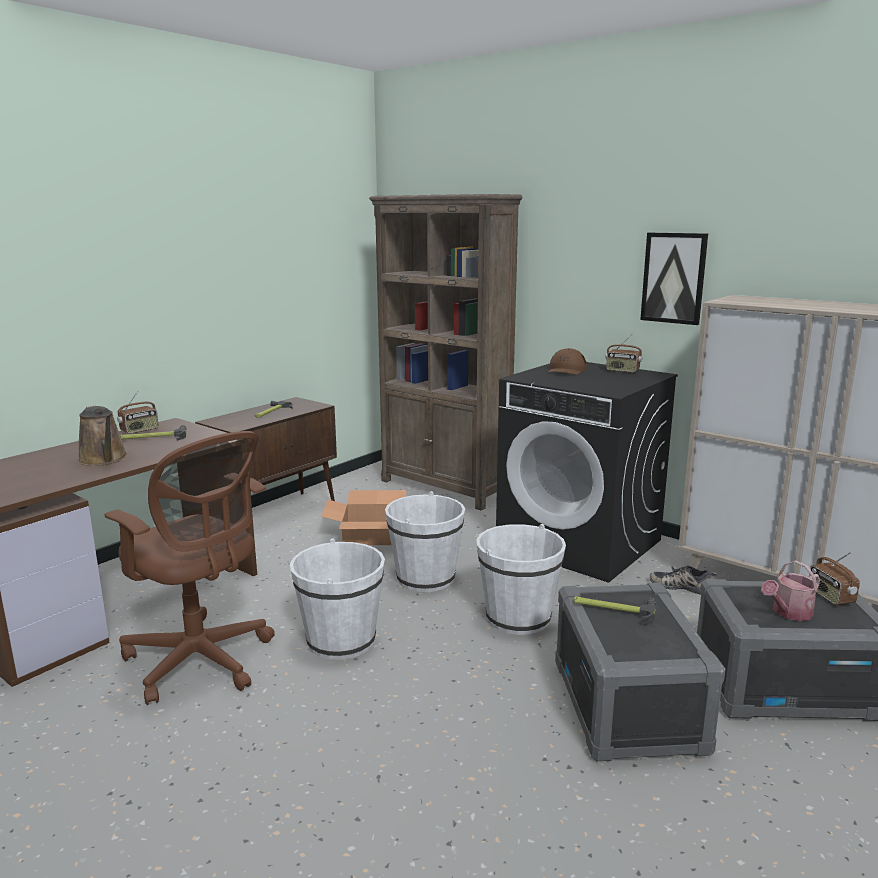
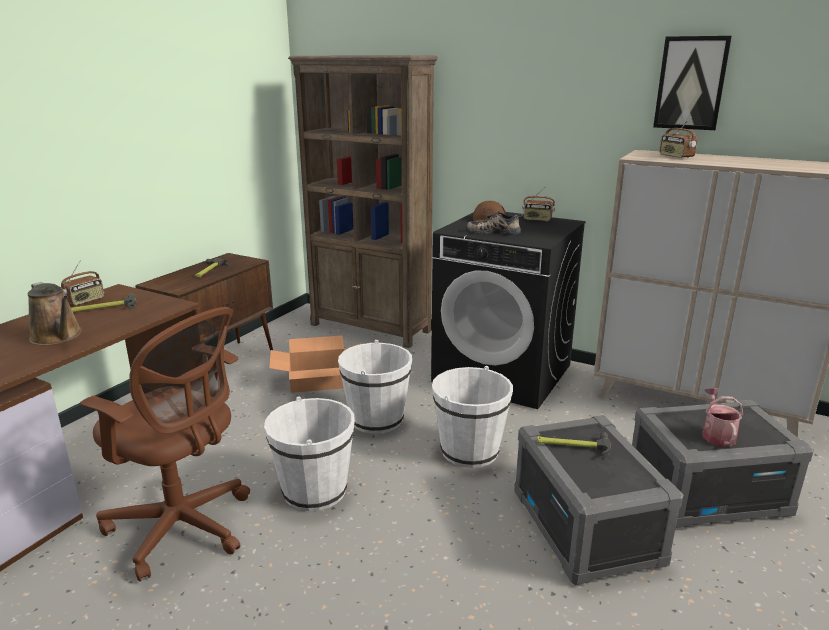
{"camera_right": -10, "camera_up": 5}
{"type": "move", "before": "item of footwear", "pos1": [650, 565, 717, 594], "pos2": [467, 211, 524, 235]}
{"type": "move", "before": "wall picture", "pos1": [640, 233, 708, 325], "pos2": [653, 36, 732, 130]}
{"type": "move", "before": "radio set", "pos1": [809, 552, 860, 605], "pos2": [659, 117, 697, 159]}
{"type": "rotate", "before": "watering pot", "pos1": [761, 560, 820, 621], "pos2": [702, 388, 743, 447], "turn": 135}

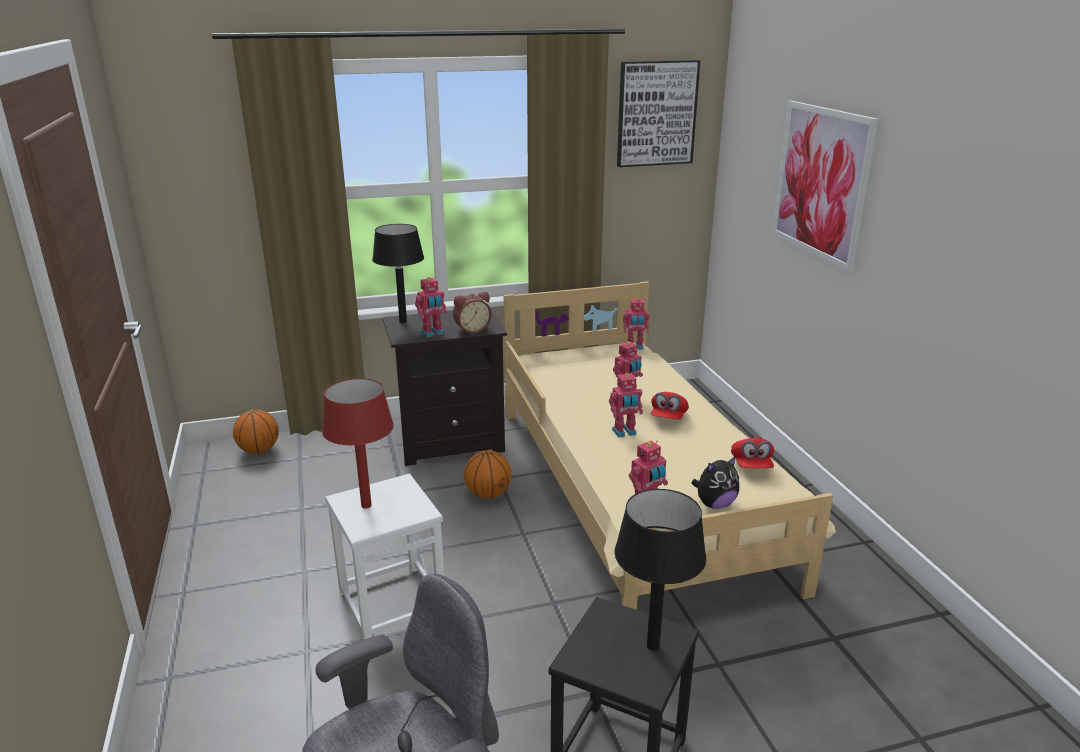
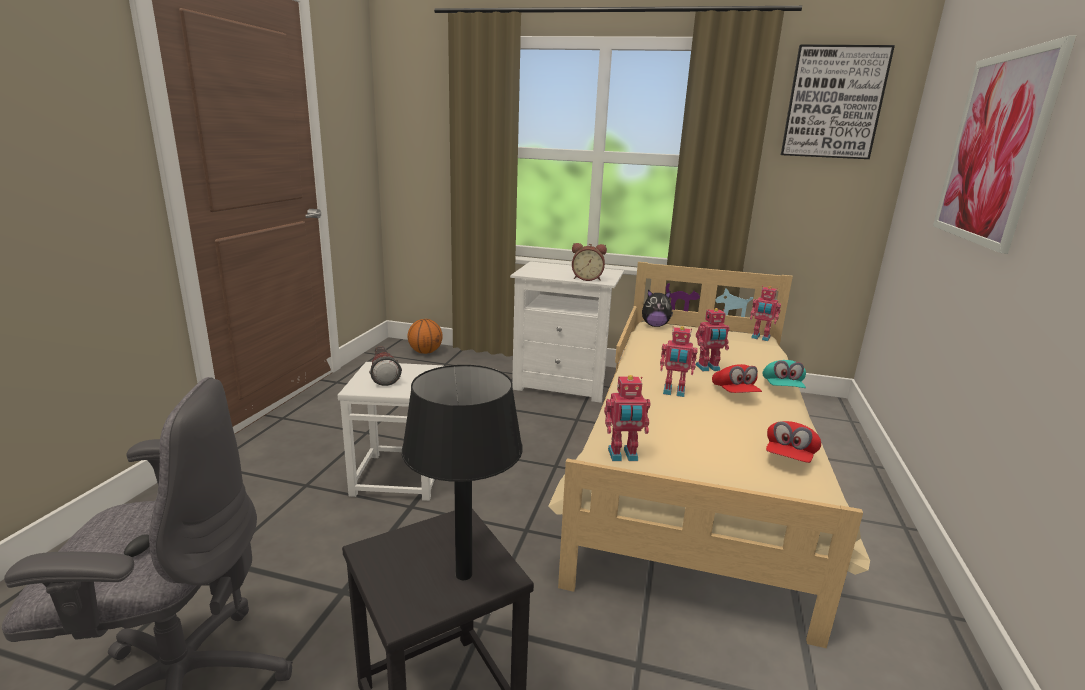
{"camera_right": 30, "camera_up": -5}
{"type": "replace", "before": "reddish table lamp", "after": "hand torch", "pos1": [322, 378, 394, 509], "pos2": [369, 347, 402, 386]}
{"type": "recolor", "before": "black bedside table", "after": "whitish bedside table", "pos1": [383, 308, 507, 466], "pos2": [510, 261, 624, 403]}
{"type": "move", "before": "plush toy", "pos1": [692, 456, 739, 509], "pos2": [642, 290, 673, 327]}
{"type": "rotate", "before": "reddish peaked cap", "pos1": [651, 392, 689, 420], "pos2": [712, 364, 762, 393], "turn": -60}
{"type": "insert", "after": "turquoise peaked cap", "pos2": [763, 360, 806, 388]}
{"type": "delete", "before": "black table lamp", "pos1": [372, 224, 424, 323]}
{"type": "delete", "before": "toy robot", "pos1": [415, 277, 447, 337]}
{"type": "delete", "before": "basketball ball", "pos1": [464, 450, 512, 499]}

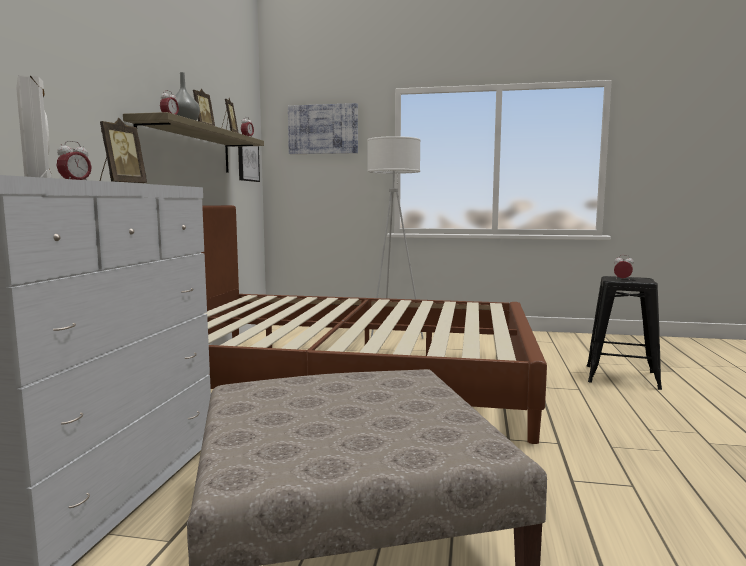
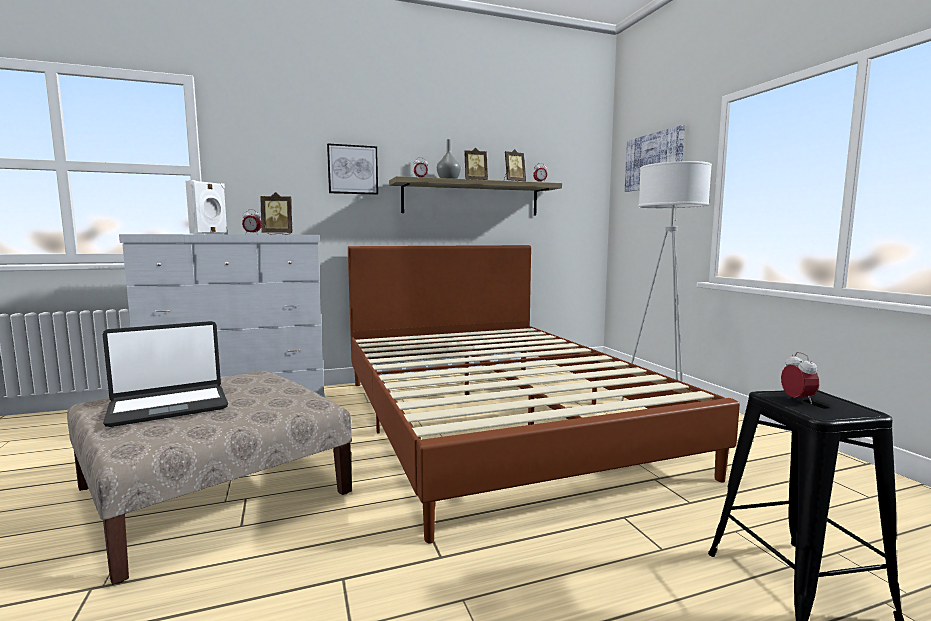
{"camera_right": 60, "camera_up": 0}
{"type": "insert", "after": "laptop", "pos2": [103, 321, 228, 427]}
{"type": "move", "before": "wall picture", "pos1": [238, 146, 260, 182], "pos2": [327, 143, 378, 195]}

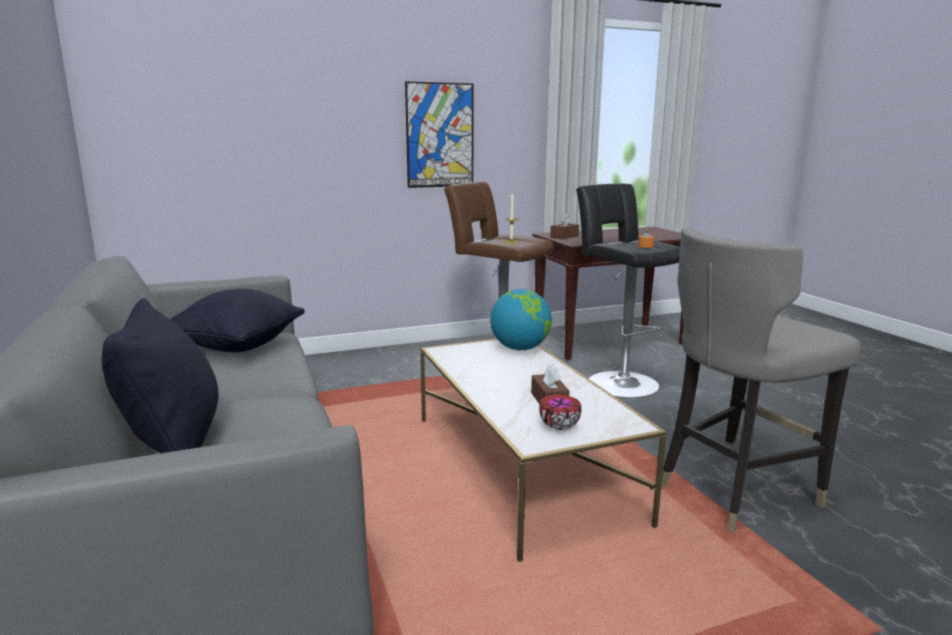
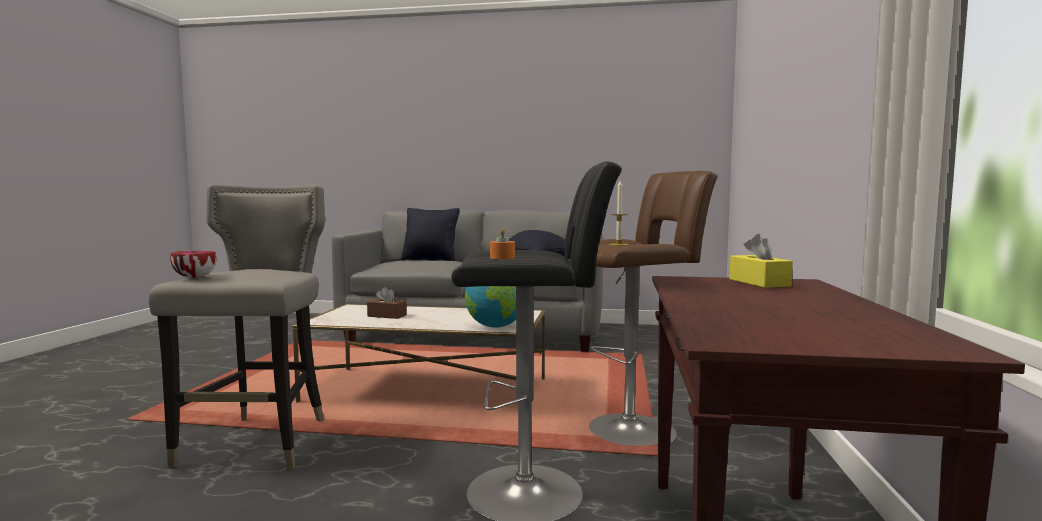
{"camera_right": 120, "camera_up": -10}
{"type": "move", "before": "deep dish", "pos1": [539, 395, 581, 430], "pos2": [170, 251, 217, 278]}
{"type": "recolor", "before": "brown tissue box", "after": "yellow-coloured tissue box", "pos1": [550, 213, 579, 239], "pos2": [730, 234, 793, 288]}
{"type": "delete", "before": "wall picture", "pos1": [405, 81, 474, 188]}

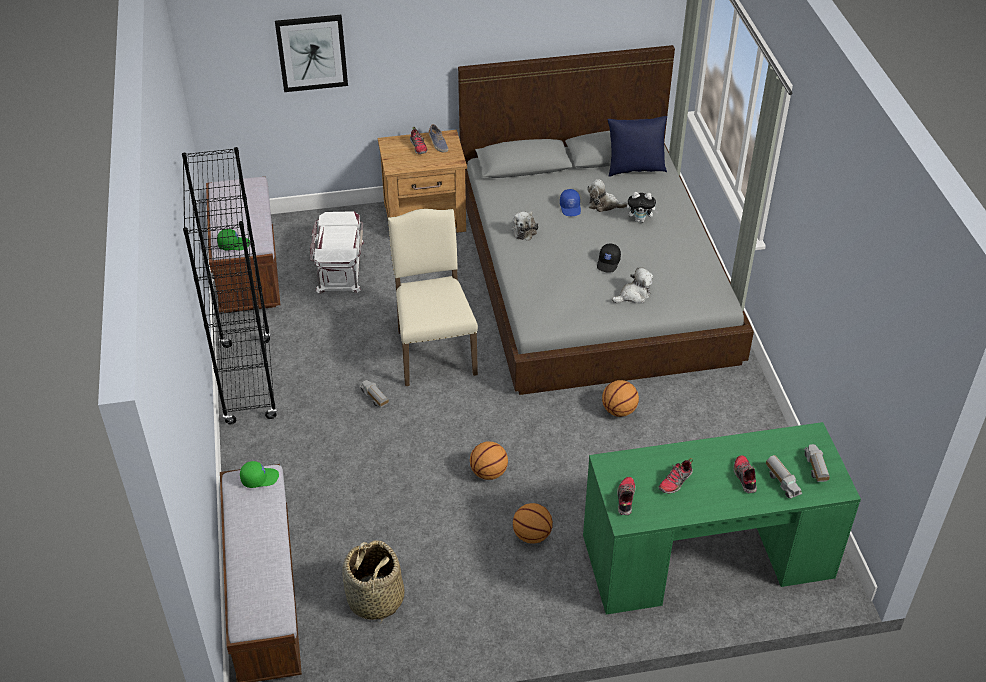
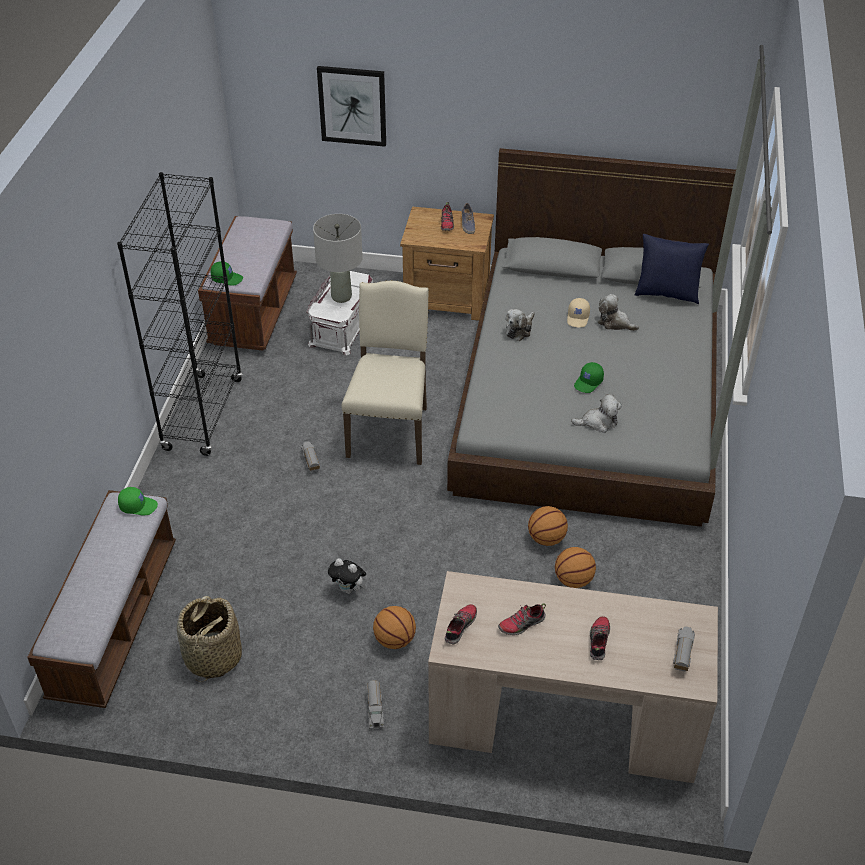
{"camera_right": 20, "camera_up": 0}
{"type": "insert", "after": "greyish table lamp", "pos2": [313, 214, 363, 303]}
{"type": "move", "before": "plush toy", "pos1": [627, 192, 659, 223], "pos2": [328, 559, 366, 594]}
{"type": "move", "before": "model truck", "pos1": [766, 455, 802, 499], "pos2": [367, 680, 384, 728]}
{"type": "recolor", "before": "green-coloured desk", "after": "beige-coloured desk", "pos1": [583, 422, 861, 615], "pos2": [428, 571, 718, 783]}
{"type": "move", "before": "basketball ball", "pos1": [470, 442, 508, 480], "pos2": [555, 547, 596, 588]}
{"type": "recolor", "before": "blue peaked cap", "after": "beige-coloured peaked cap", "pos1": [560, 189, 581, 216], "pos2": [567, 298, 590, 327]}
{"type": "recolor", "before": "black peaked cap", "after": "green-coloured peaked cap", "pos1": [597, 243, 621, 272], "pos2": [574, 362, 604, 393]}

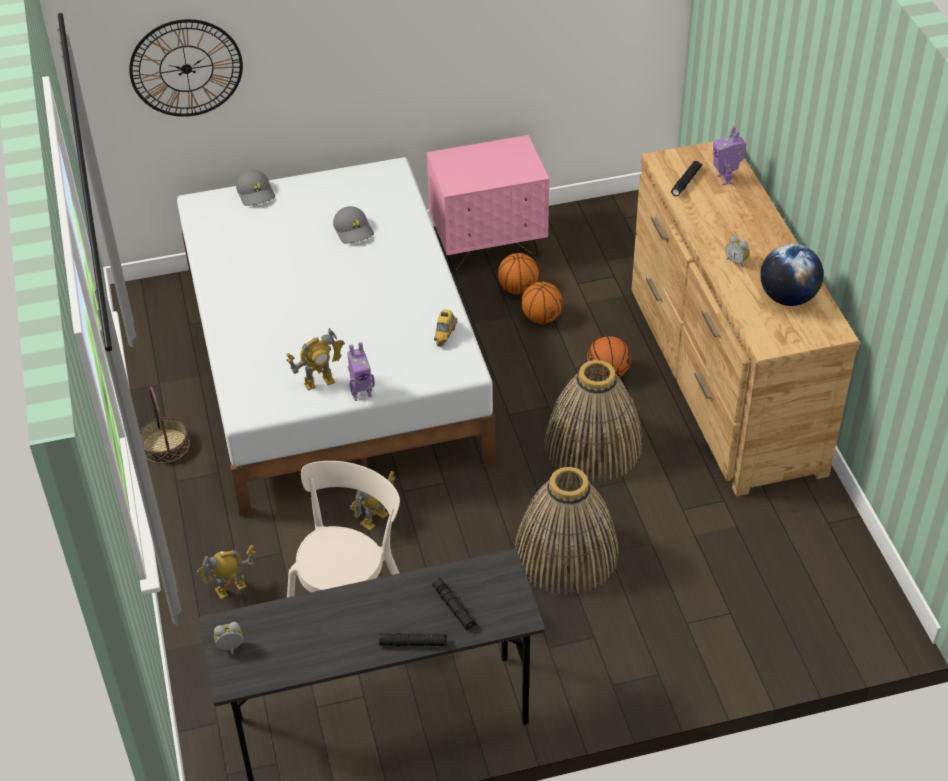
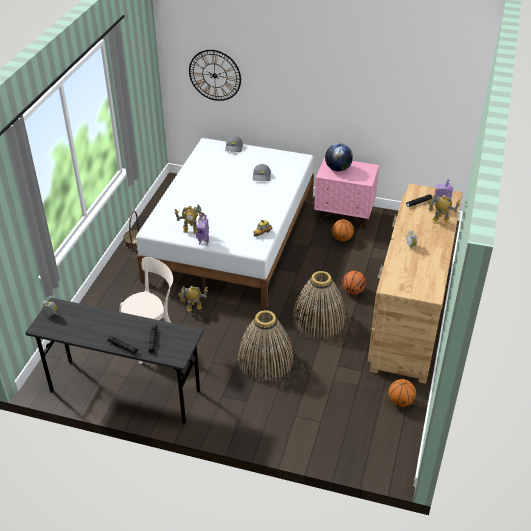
{"camera_right": 30, "camera_up": -5}
{"type": "move", "before": "desk globe", "pos1": [760, 244, 824, 306], "pos2": [325, 143, 353, 171]}
{"type": "move", "before": "basketball ball", "pos1": [521, 282, 563, 324], "pos2": [388, 379, 416, 407]}
{"type": "move", "before": "toy robot", "pos1": [196, 545, 256, 599], "pos2": [427, 193, 461, 224]}

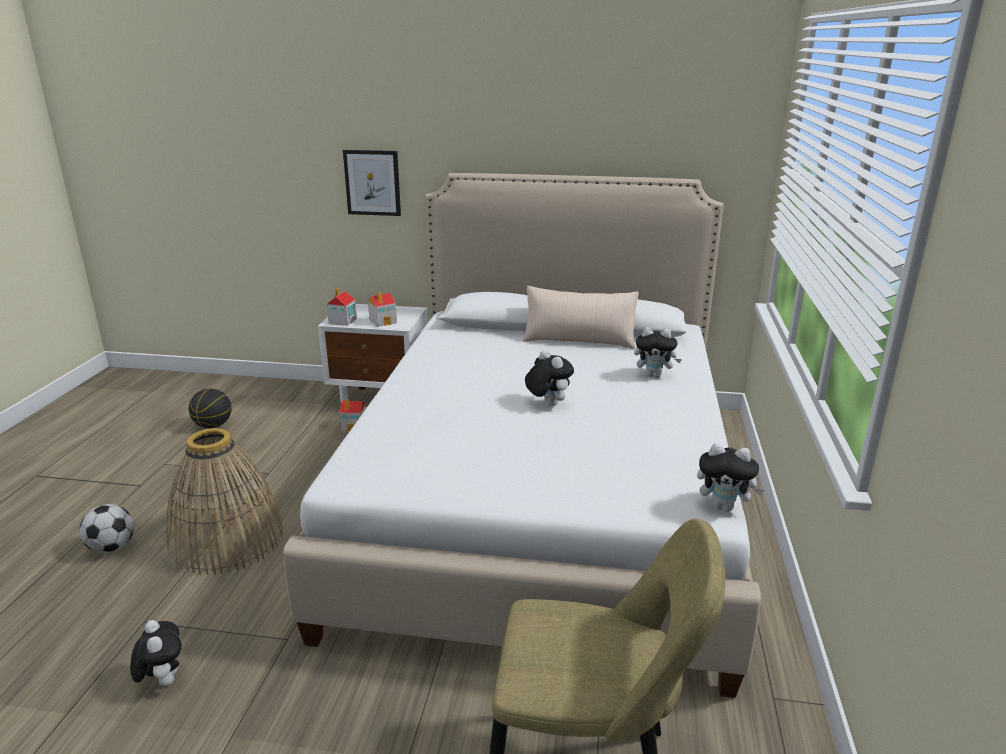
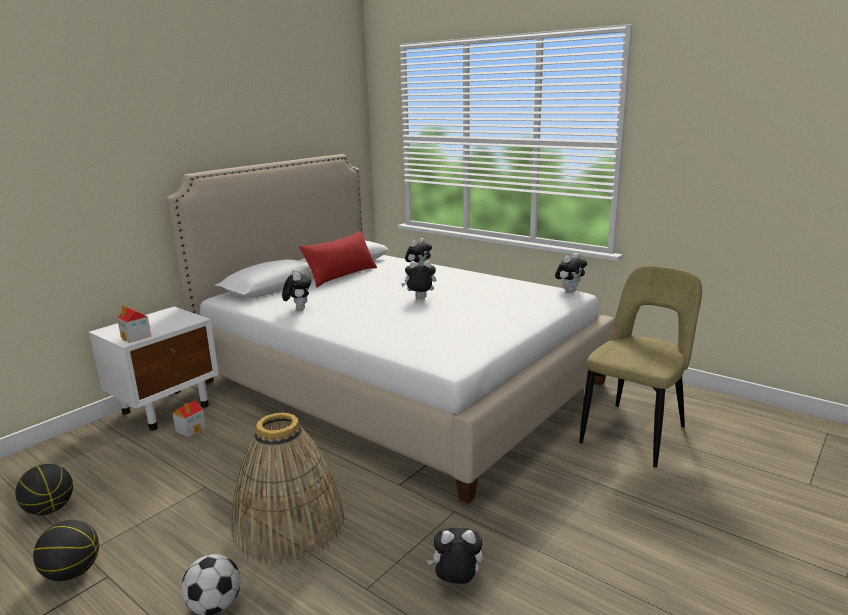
{"camera_right": -60, "camera_up": -5}
{"type": "insert", "after": "basketball ball", "pos2": [33, 520, 99, 581]}
{"type": "insert", "after": "plush toy", "pos2": [282, 269, 311, 310]}
{"type": "recolor", "before": "beige-coloured pillow", "after": "reddish pillow", "pos1": [523, 286, 639, 349], "pos2": [299, 231, 377, 288]}
{"type": "delete", "before": "wall picture", "pos1": [343, 150, 401, 216]}
{"type": "delete", "before": "model house", "pos1": [368, 292, 397, 327]}

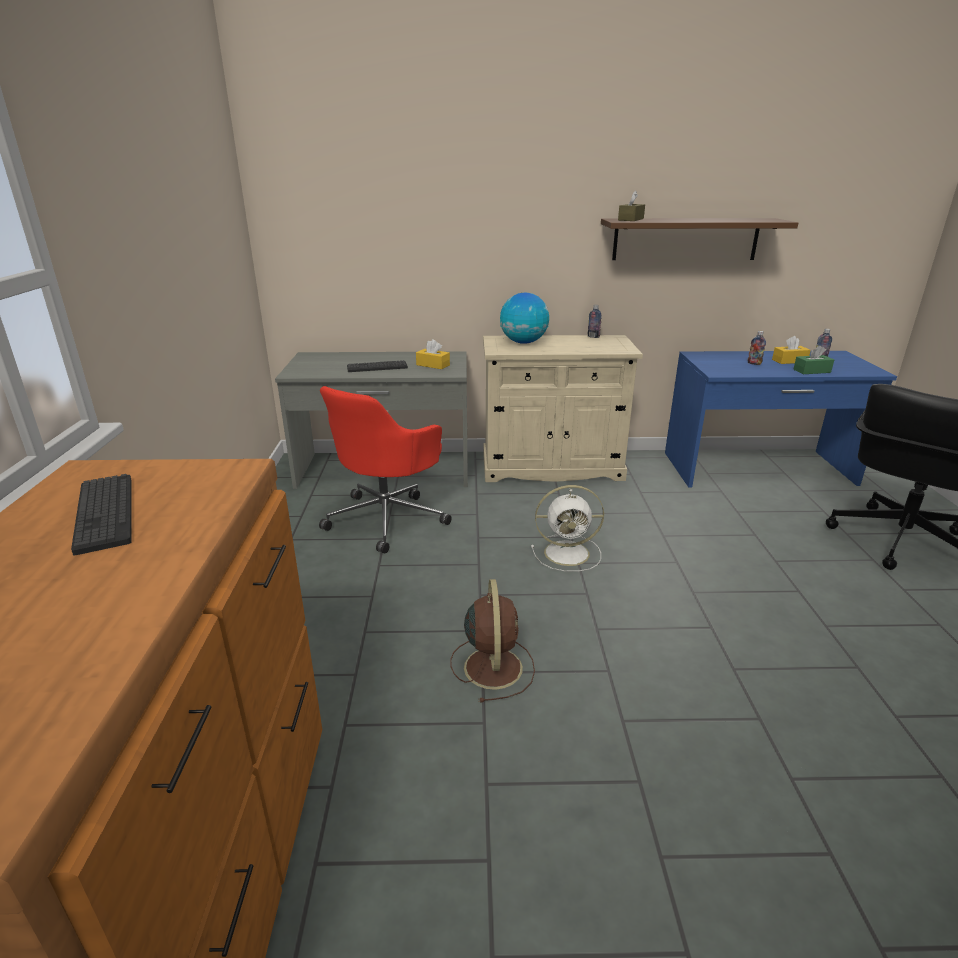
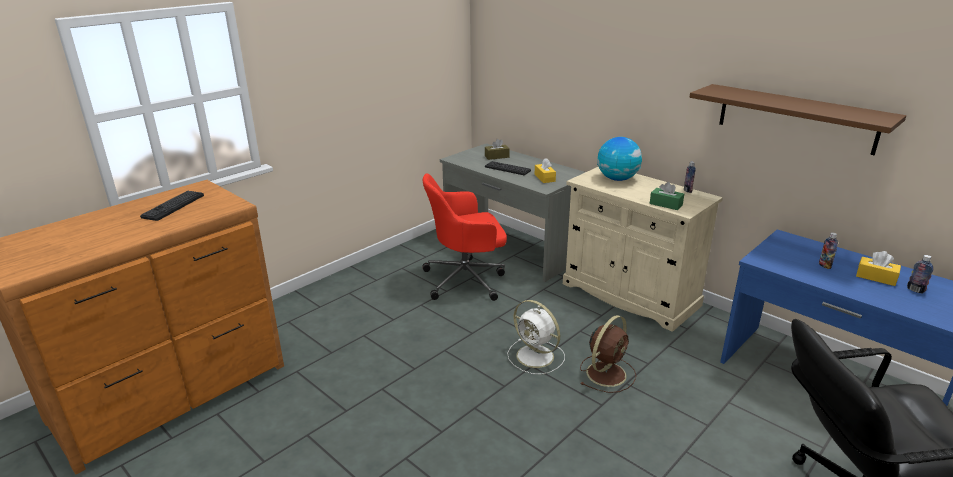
{"camera_right": 45, "camera_up": 0}
{"type": "move", "before": "brown tissue box", "pos1": [618, 190, 645, 221], "pos2": [485, 139, 510, 160]}
{"type": "move", "before": "brown cooling fan", "pos1": [450, 579, 535, 702], "pos2": [580, 315, 636, 393]}
{"type": "move", "before": "green-coloured tissue box", "pos1": [793, 345, 834, 374], "pos2": [650, 182, 684, 210]}

